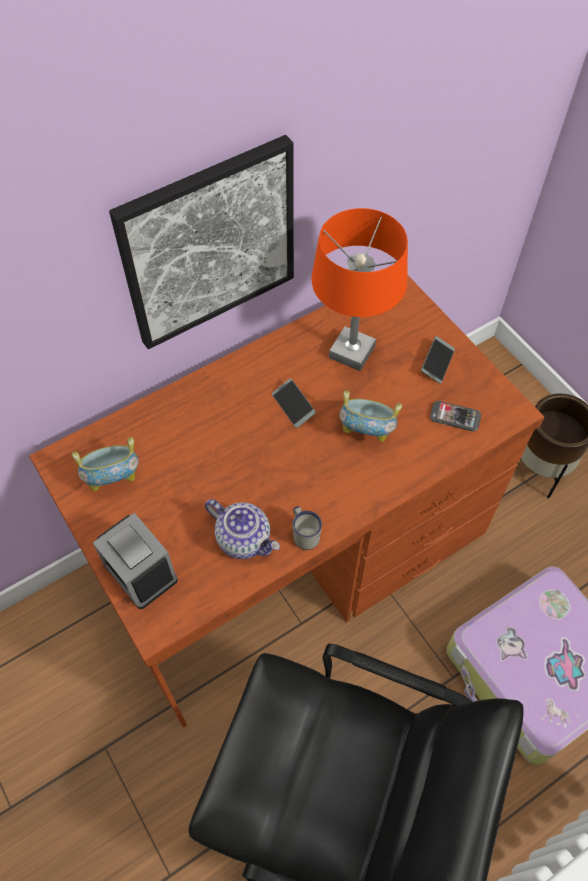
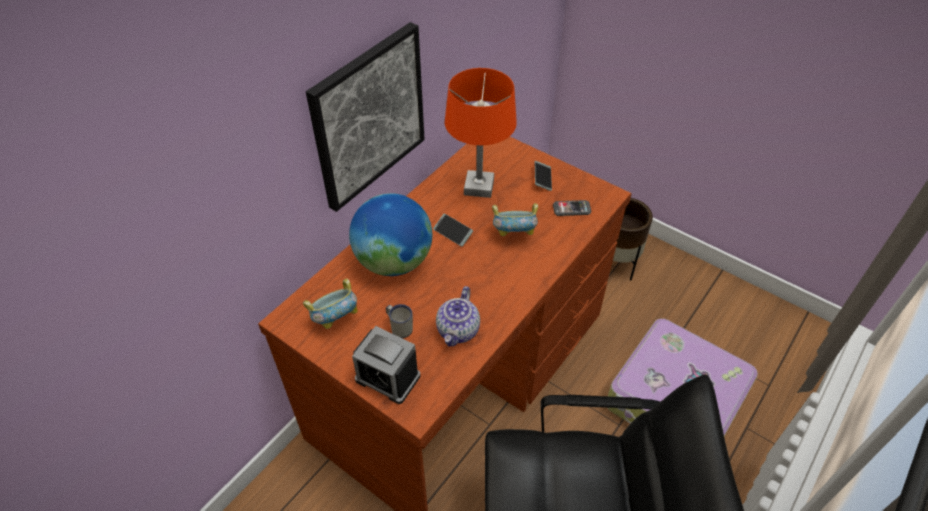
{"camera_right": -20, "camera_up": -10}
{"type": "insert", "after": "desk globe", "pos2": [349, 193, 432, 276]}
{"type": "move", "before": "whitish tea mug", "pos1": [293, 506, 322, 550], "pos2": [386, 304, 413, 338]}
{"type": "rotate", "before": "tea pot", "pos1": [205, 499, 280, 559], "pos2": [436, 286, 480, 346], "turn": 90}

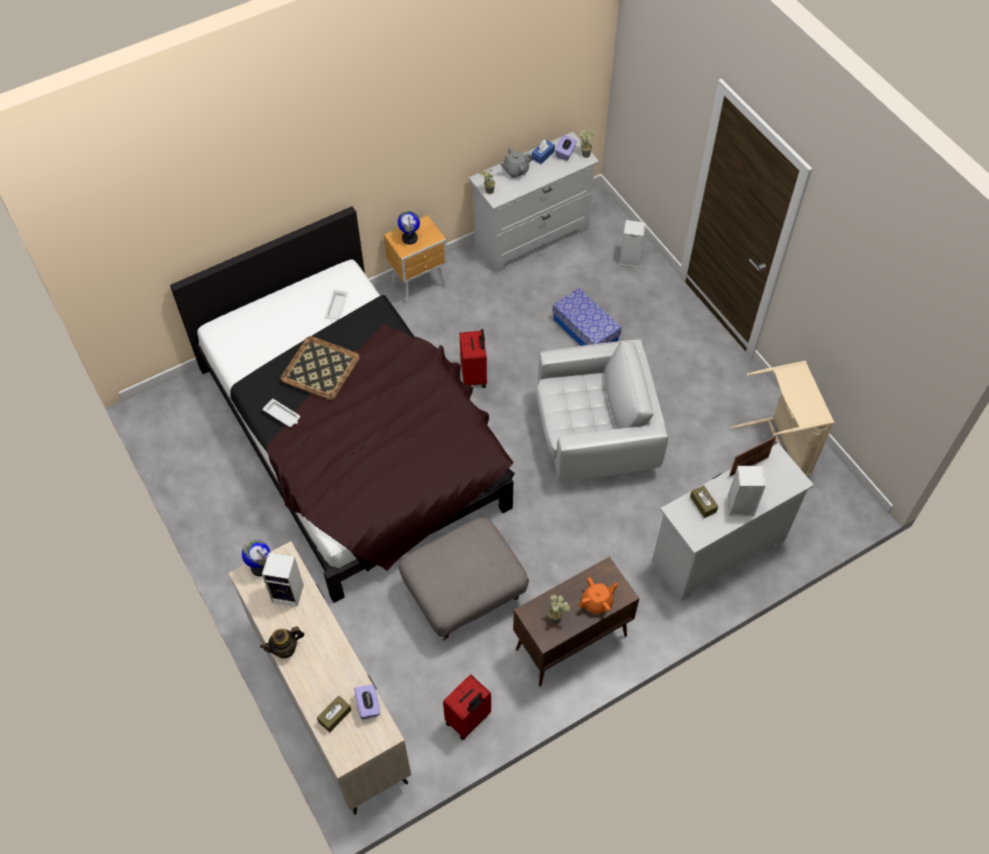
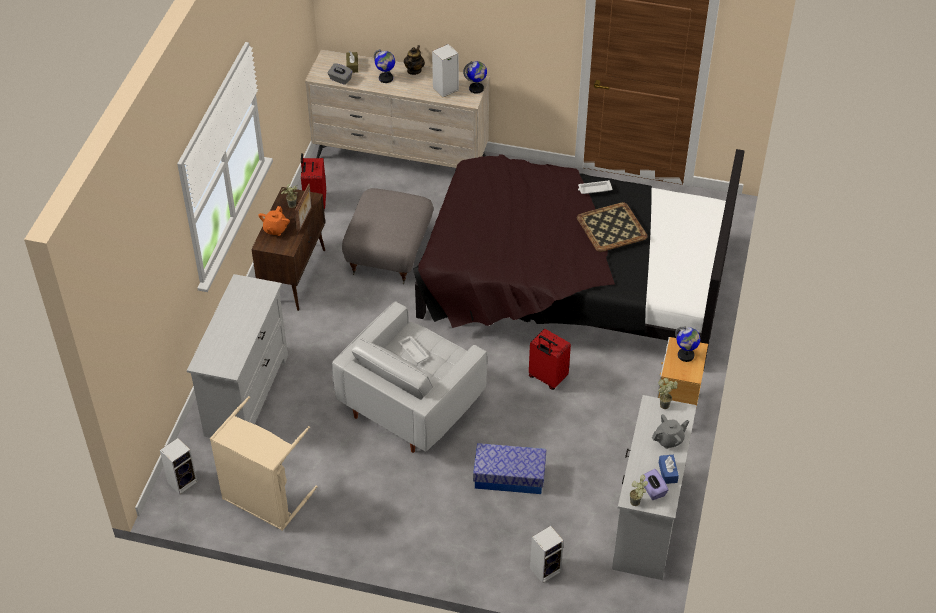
{"camera_right": 135, "camera_up": -10}
{"type": "move", "before": "loudspeaker", "pos1": [728, 466, 766, 516], "pos2": [160, 438, 197, 494]}
{"type": "move", "before": "photo frame", "pos1": [729, 437, 776, 476], "pos2": [295, 184, 312, 233]}
{"type": "recolor", "before": "purple-coloured tissue box", "after": "greyish tissue box", "pos1": [354, 685, 380, 720], "pos2": [327, 63, 353, 85]}
{"type": "insert", "after": "desk globe", "pos2": [374, 49, 395, 83]}
{"type": "move", "before": "whitish serving tray", "pos1": [325, 290, 348, 320], "pos2": [399, 336, 429, 363]}
{"type": "rotate", "before": "greyish tea pot", "pos1": [500, 148, 533, 178], "pos2": [652, 414, 689, 449], "turn": 45}
{"type": "delete", "before": "brown tissue box", "pos1": [690, 485, 718, 518]}

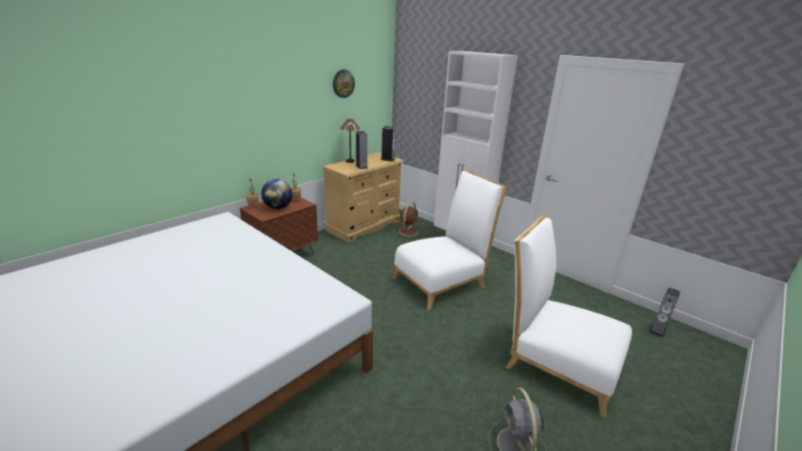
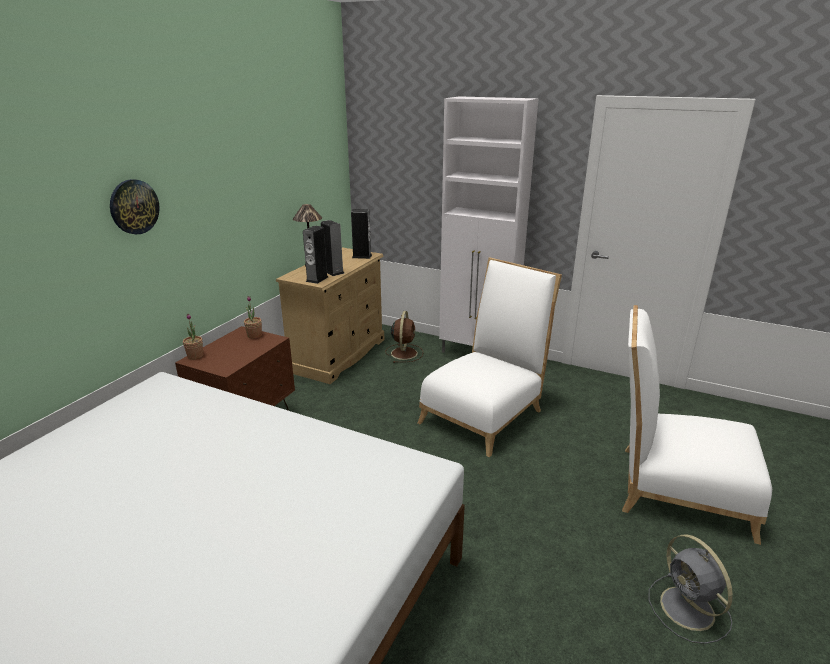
{"camera_right": -15, "camera_up": 0}
{"type": "move", "before": "clock on the wall", "pos1": [333, 70, 355, 98], "pos2": [110, 179, 160, 234]}
{"type": "move", "before": "loudspeaker", "pos1": [649, 287, 680, 338], "pos2": [303, 226, 328, 284]}
{"type": "delete", "before": "desk globe", "pos1": [261, 179, 293, 209]}

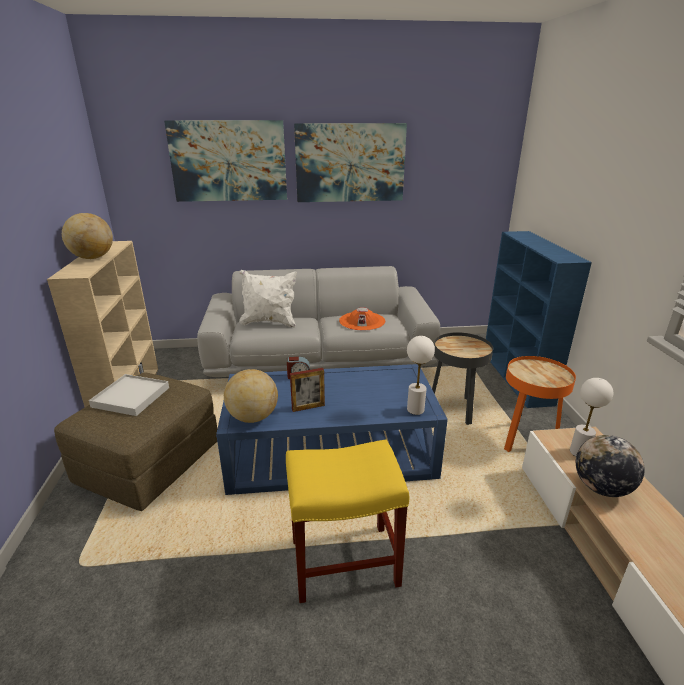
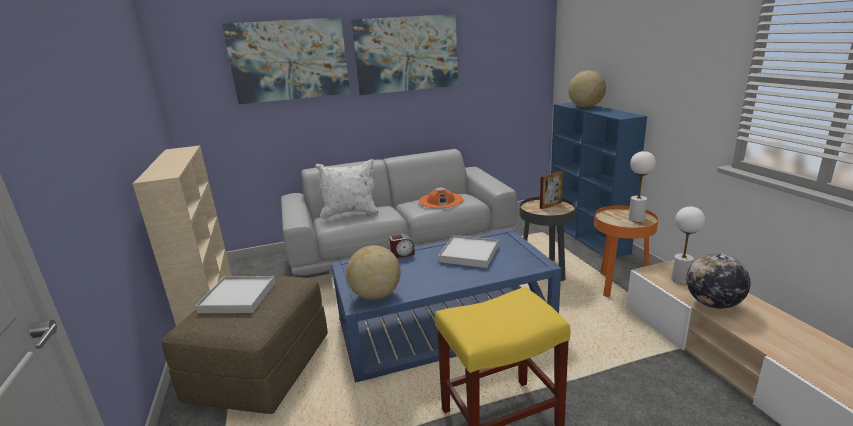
{"camera_right": -10, "camera_up": -5}
{"type": "insert", "after": "whitish serving tray", "pos2": [438, 235, 499, 268]}
{"type": "move", "before": "photo frame", "pos1": [290, 368, 325, 412], "pos2": [540, 171, 563, 209]}
{"type": "move", "before": "desk globe", "pos1": [62, 213, 113, 259], "pos2": [568, 70, 606, 108]}
{"type": "move", "before": "whitish table lamp", "pos1": [407, 336, 435, 415], "pos2": [629, 151, 656, 222]}

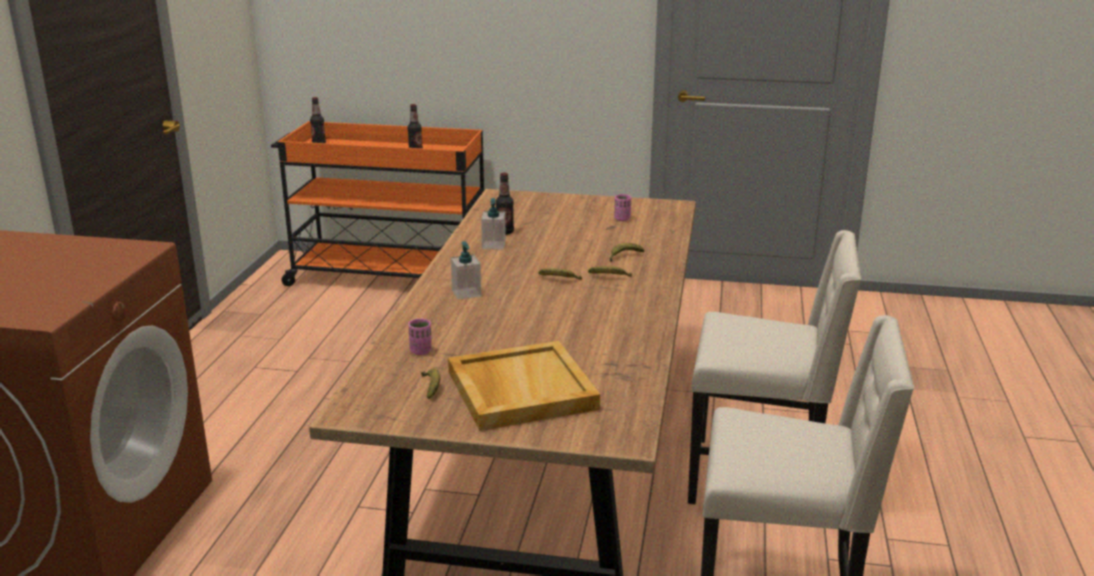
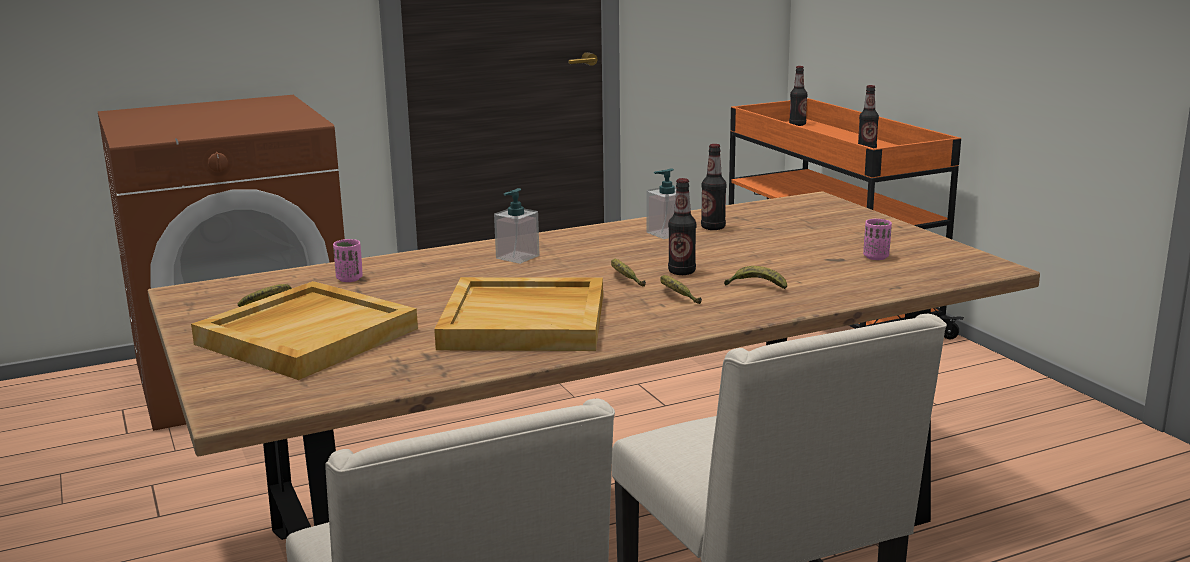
{"camera_right": 55, "camera_up": -5}
{"type": "insert", "after": "beige-coloured serving tray", "pos2": [434, 277, 603, 351]}
{"type": "insert", "after": "drink bottle", "pos2": [668, 178, 696, 275]}

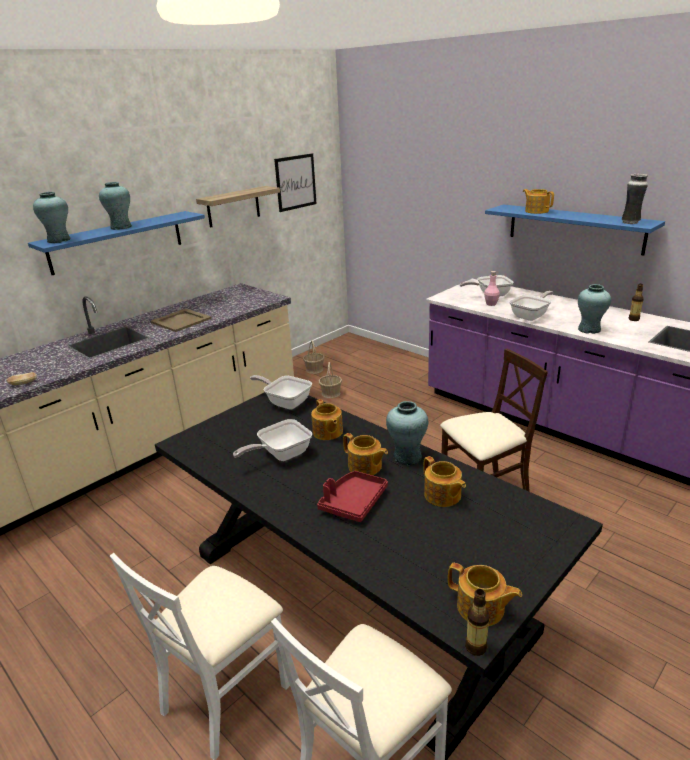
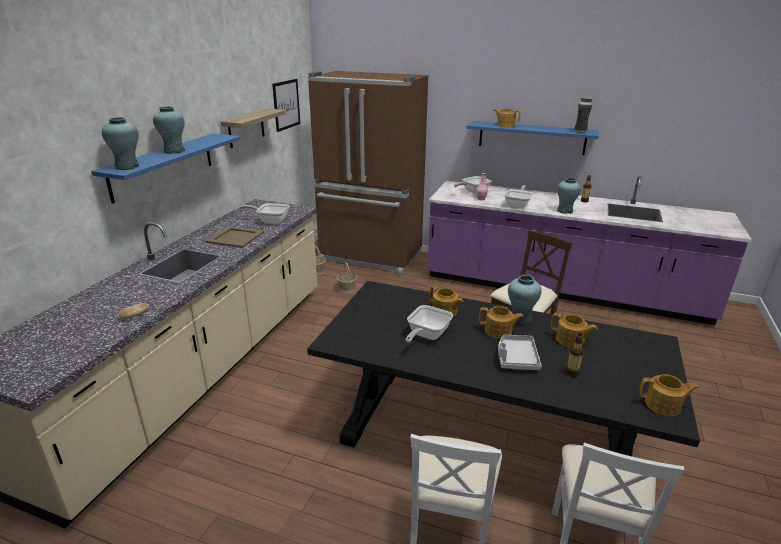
{"camera_right": -25, "camera_up": 0}
{"type": "move", "before": "pan", "pos1": [250, 375, 312, 409], "pos2": [240, 203, 289, 224]}
{"type": "insert", "after": "brown fridge", "pos2": [308, 71, 428, 275]}
{"type": "recolor", "before": "reddish serving tray", "after": "greyish serving tray", "pos1": [317, 471, 388, 522], "pos2": [498, 335, 542, 370]}
{"type": "move", "before": "drink bottle", "pos1": [465, 589, 490, 656], "pos2": [566, 333, 584, 377]}

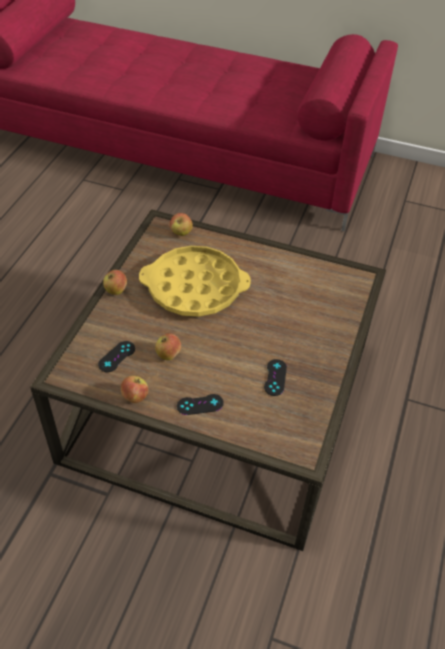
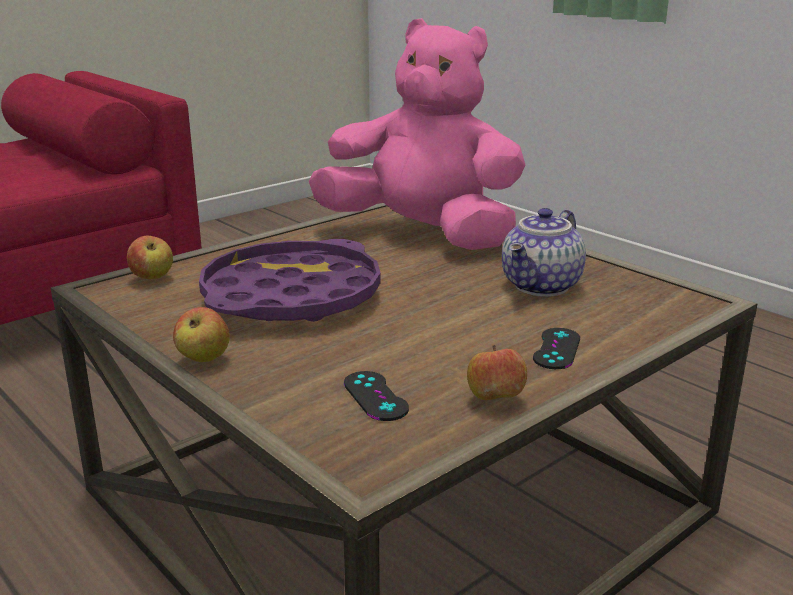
{"camera_right": -60, "camera_up": -25}
{"type": "recolor", "before": "yellow-coloured serving tray", "after": "purple-coloured serving tray", "pos1": [139, 246, 251, 317], "pos2": [199, 239, 381, 322]}
{"type": "insert", "after": "pinkish plush toy", "pos2": [309, 18, 525, 250]}
{"type": "replace", "before": "black game controller", "after": "tea pot", "pos1": [264, 359, 287, 396], "pos2": [502, 208, 586, 297]}
{"type": "delete", "before": "apple", "pos1": [155, 333, 181, 360]}

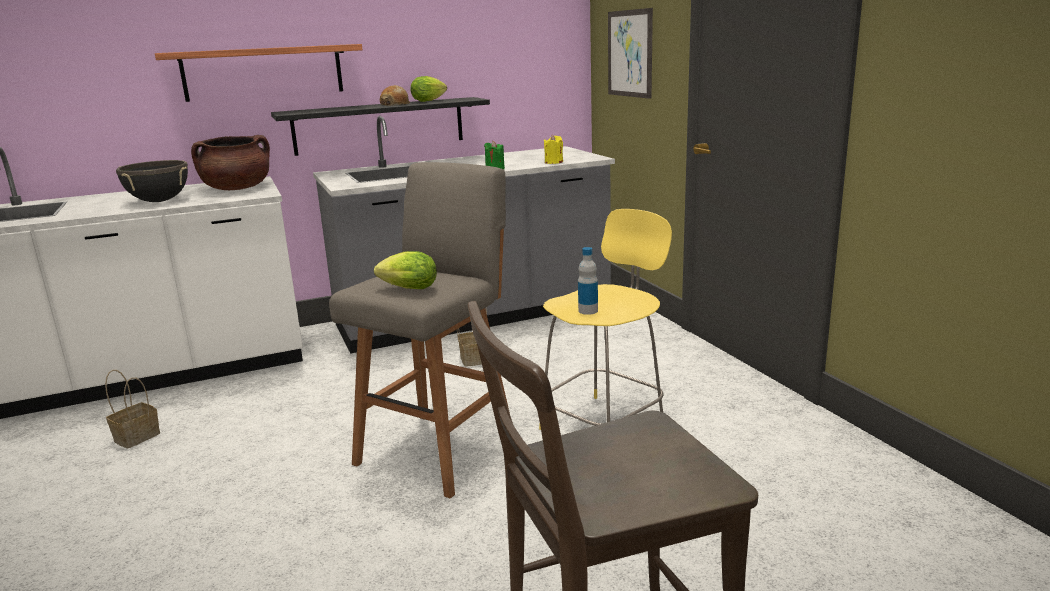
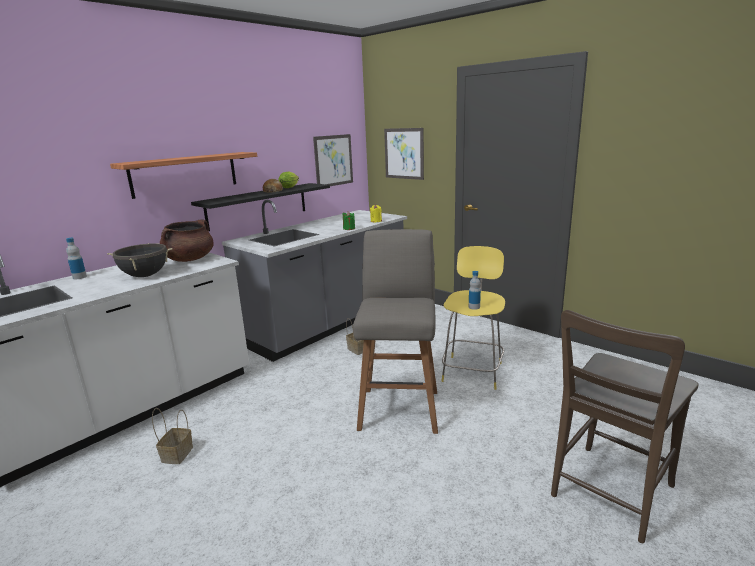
{"camera_right": -25, "camera_up": 0}
{"type": "insert", "after": "drink bottle", "pos2": [66, 238, 87, 279]}
{"type": "insert", "after": "wall picture", "pos2": [313, 134, 353, 186]}
{"type": "delete", "before": "lettuce head", "pos1": [374, 251, 437, 289]}

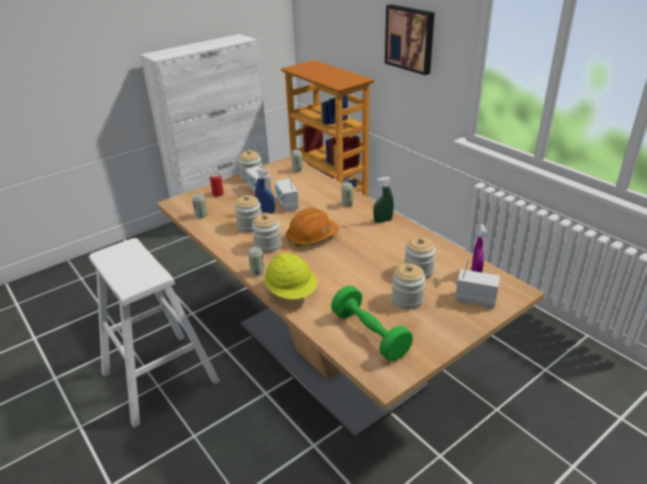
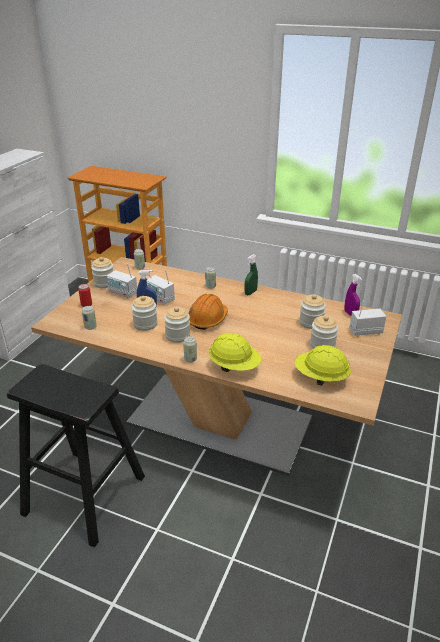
{"camera_right": -30, "camera_up": 0}
{"type": "recolor", "before": "whitish sitting stool", "after": "black sitting stool", "pos1": [89, 238, 220, 428], "pos2": [7, 364, 145, 548]}
{"type": "replace", "before": "green-coloured dumbbell", "after": "yellow-coloured hard hat", "pos1": [331, 286, 413, 361], "pos2": [295, 345, 351, 386]}
{"type": "delete", "before": "wall picture", "pos1": [385, 4, 435, 75]}

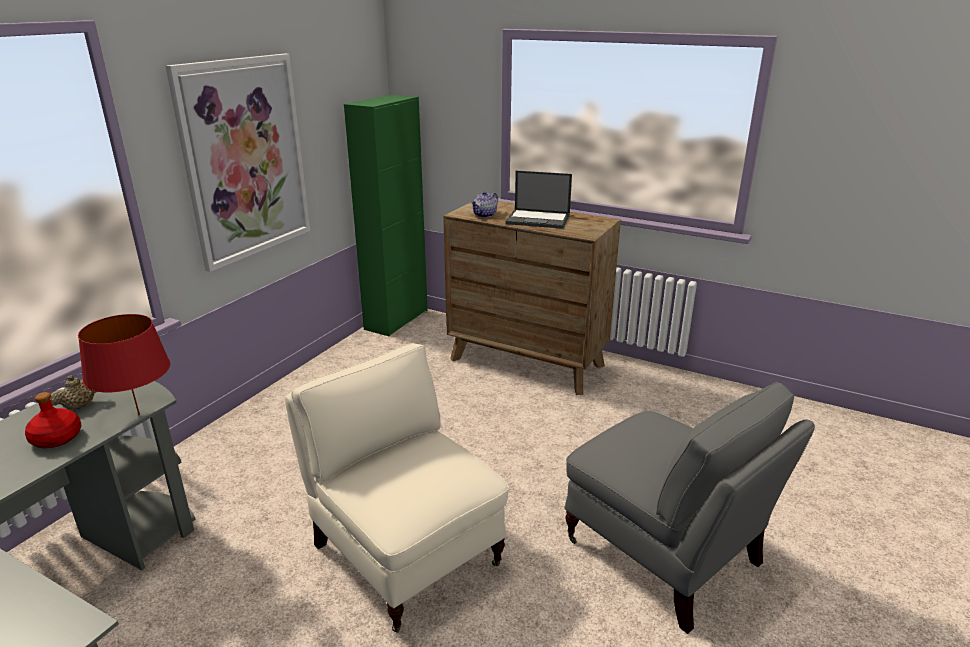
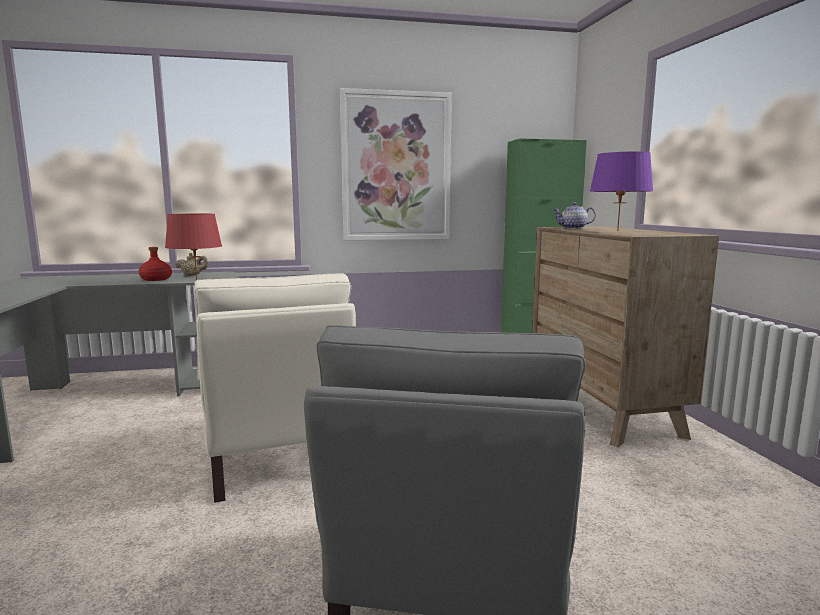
{"camera_right": 50, "camera_up": -15}
{"type": "rotate", "before": "beige-coloured lounge chair", "pos1": [285, 343, 509, 633], "pos2": [194, 273, 356, 503], "turn": 150}
{"type": "replace", "before": "laptop", "after": "purple-coloured table lamp", "pos1": [505, 171, 572, 229], "pos2": [589, 152, 653, 231]}

